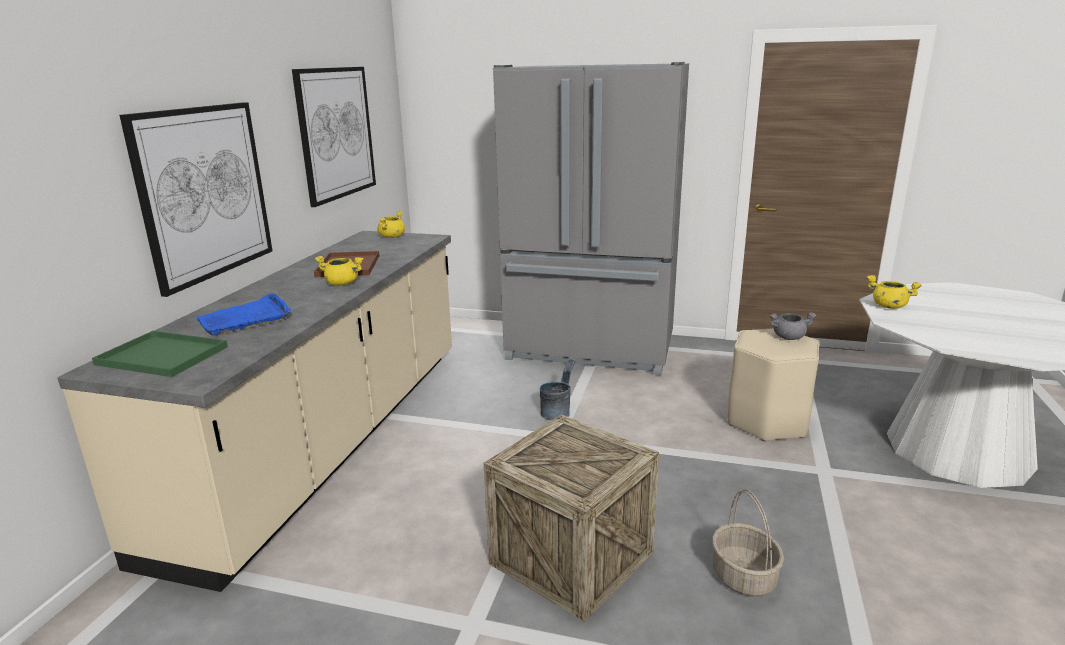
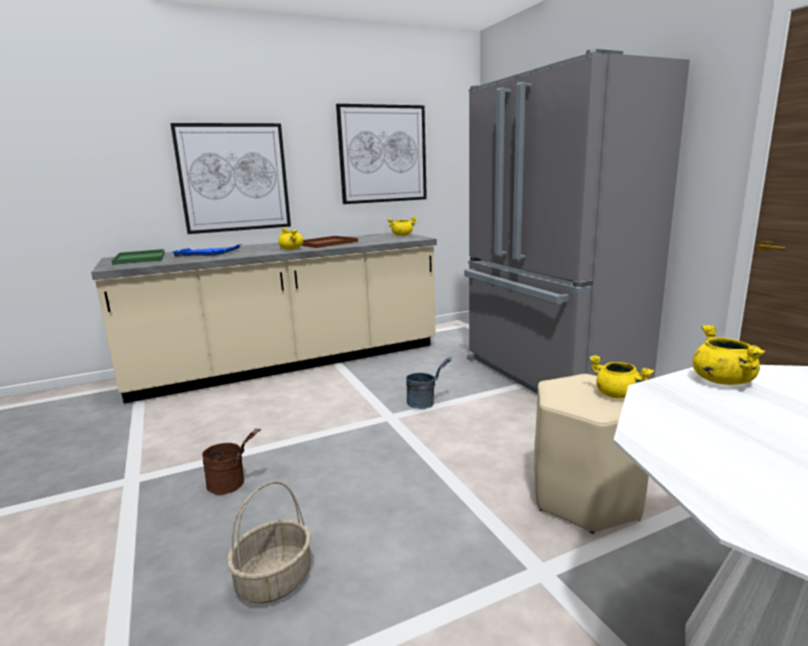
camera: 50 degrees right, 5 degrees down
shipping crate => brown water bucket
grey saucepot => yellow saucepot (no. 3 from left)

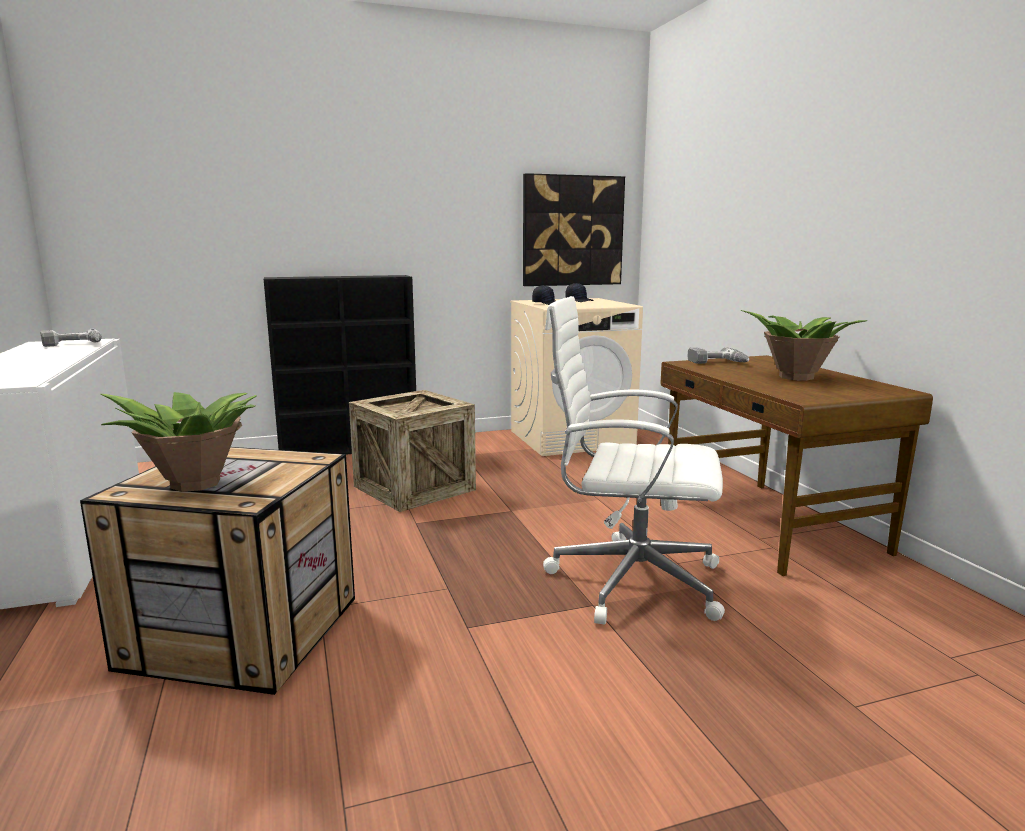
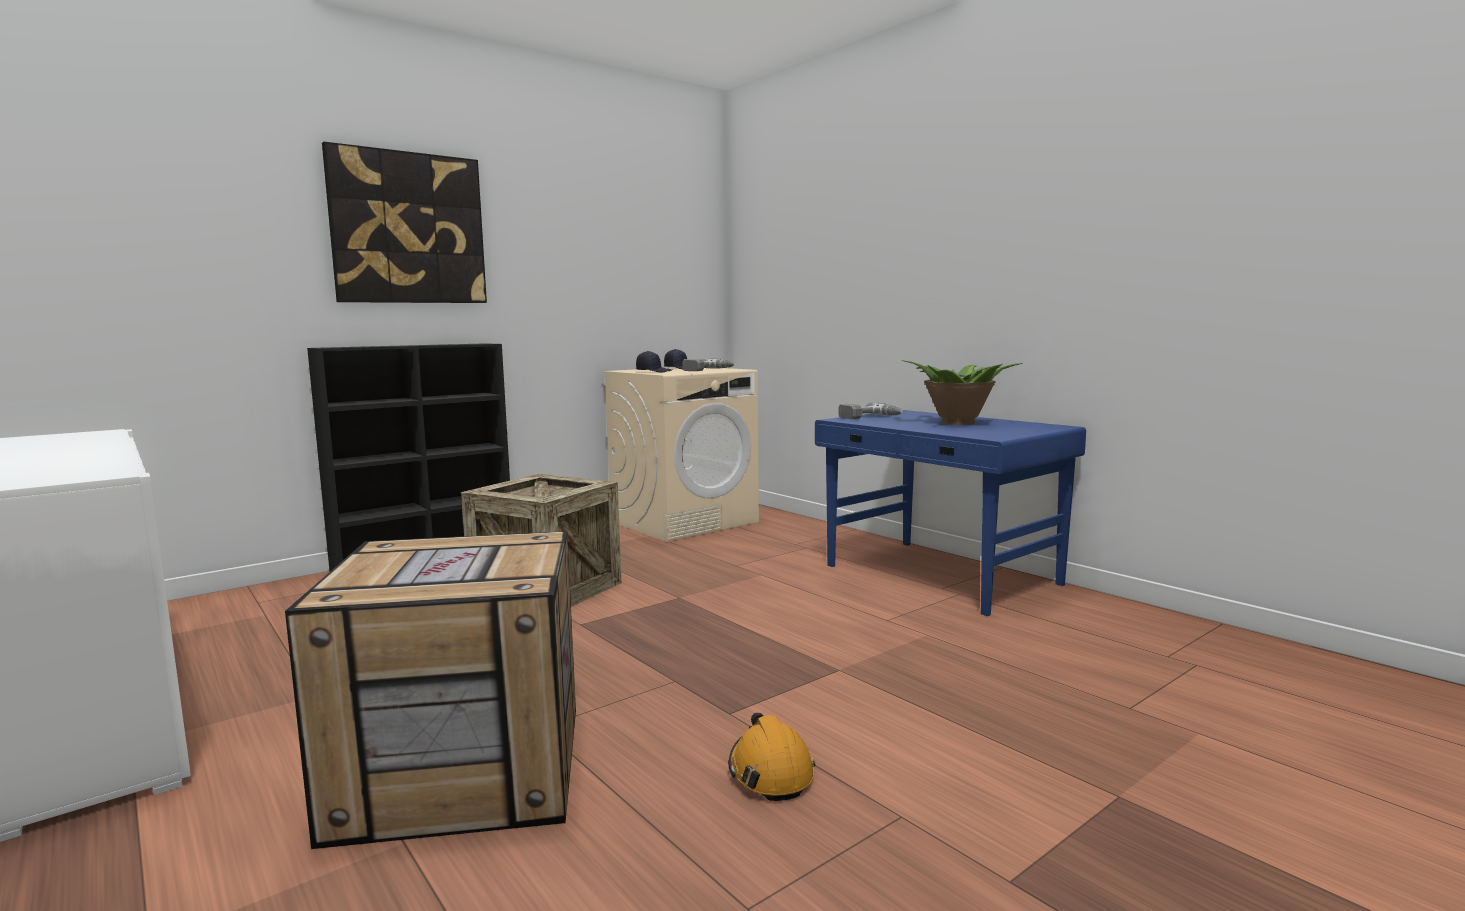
camera: 20 degrees left, 5 degrees down
electric drill (no. 1 from left), relocated
houseplant (no. 1 from left) => nothing
wall art, relocated
white-coloured office chair => nothing
brown desk unit => bluish desk unit
nothing => orange-coloured hard hat

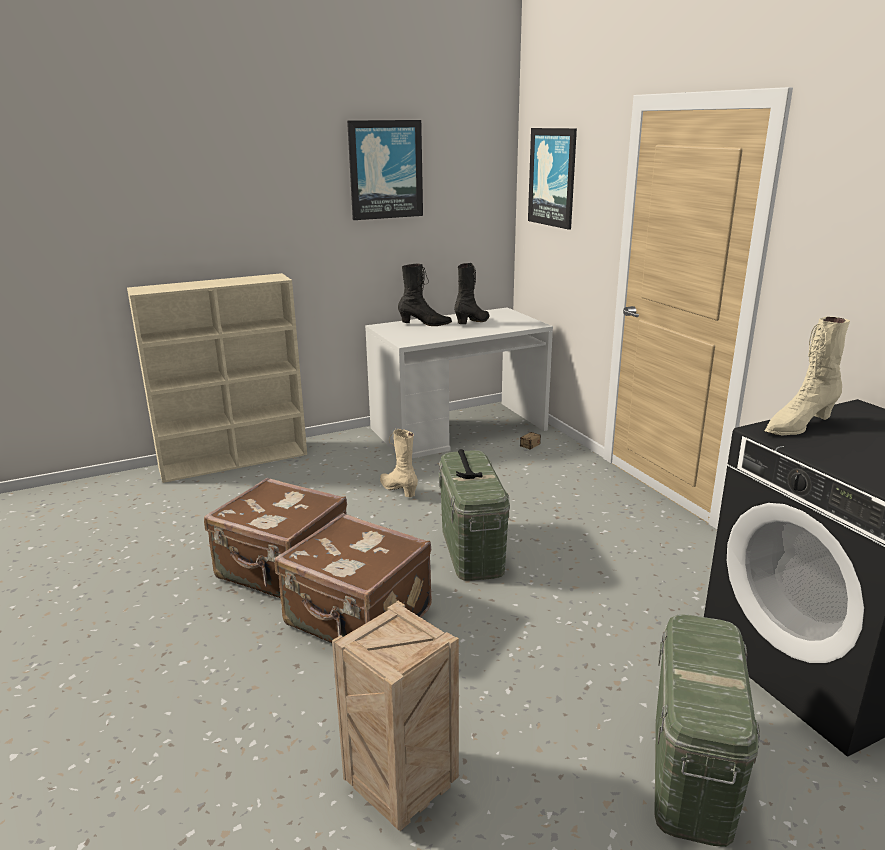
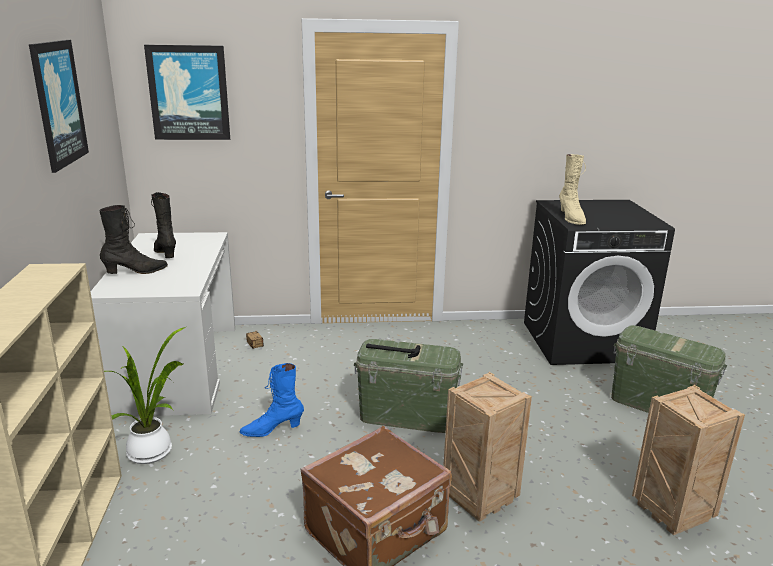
camera: 70 degrees left, 0 degrees up
brown piece of luggage (no. 2 from left) => shipping crate (no. 1 from left)
beige high-top boot (no. 1 from left) => bluish high-top boot
black high-top boot (no. 1 from left), 45 degrees clockwise
nothing => houseplant

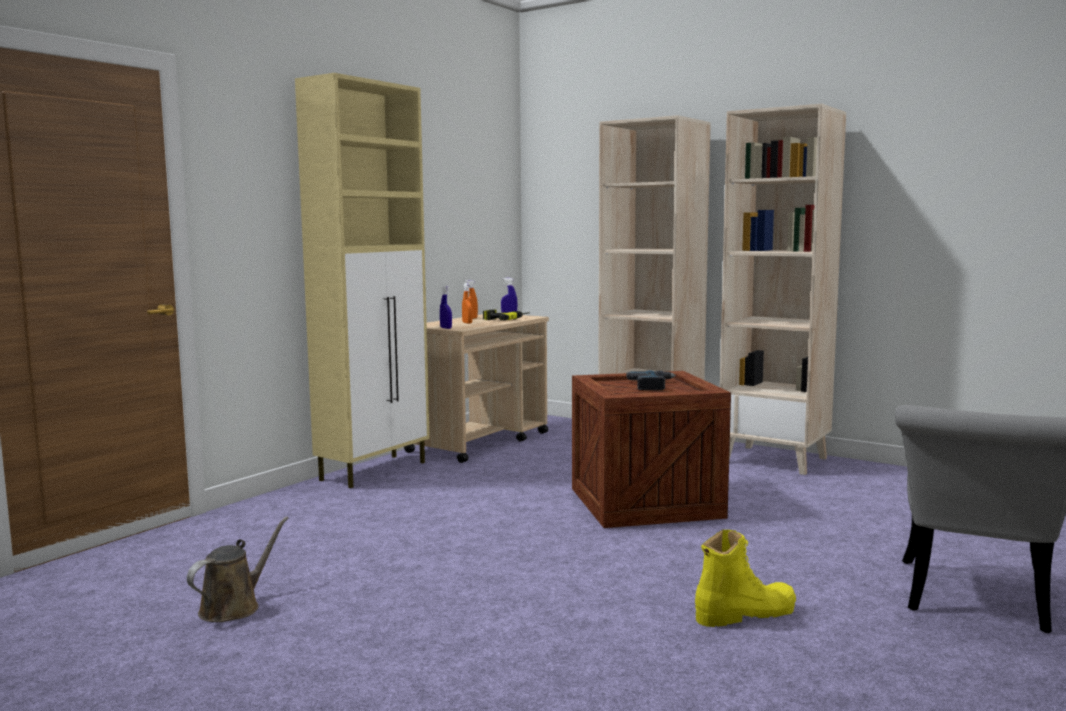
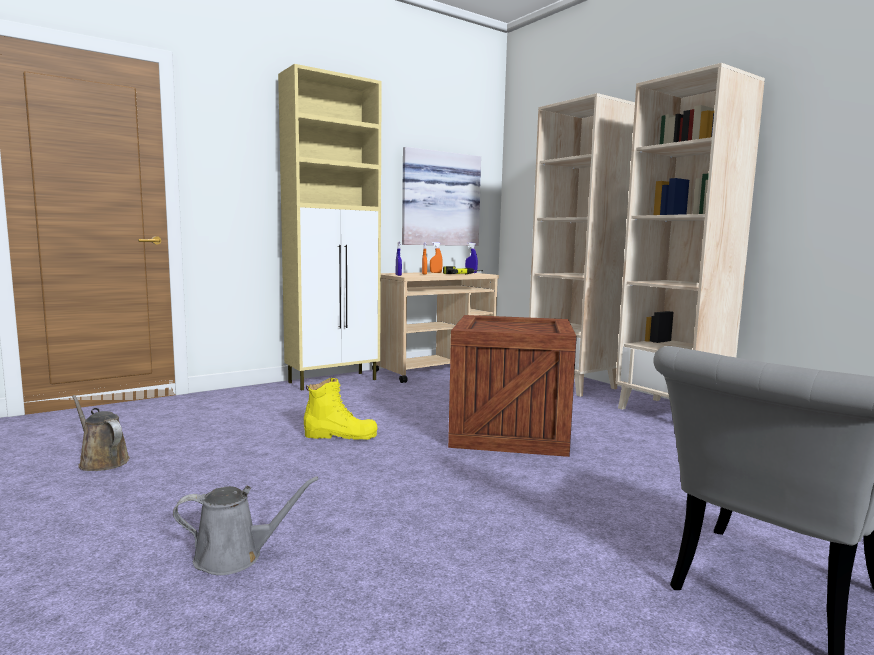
camera: 20 degrees right, 0 degrees up
brown watering pot, 105 degrees counterclockwise
electric drill (no. 2 from left) => nothing
yellow high-top boot, relocated
nothing => grey watering pot
nothing => wall art

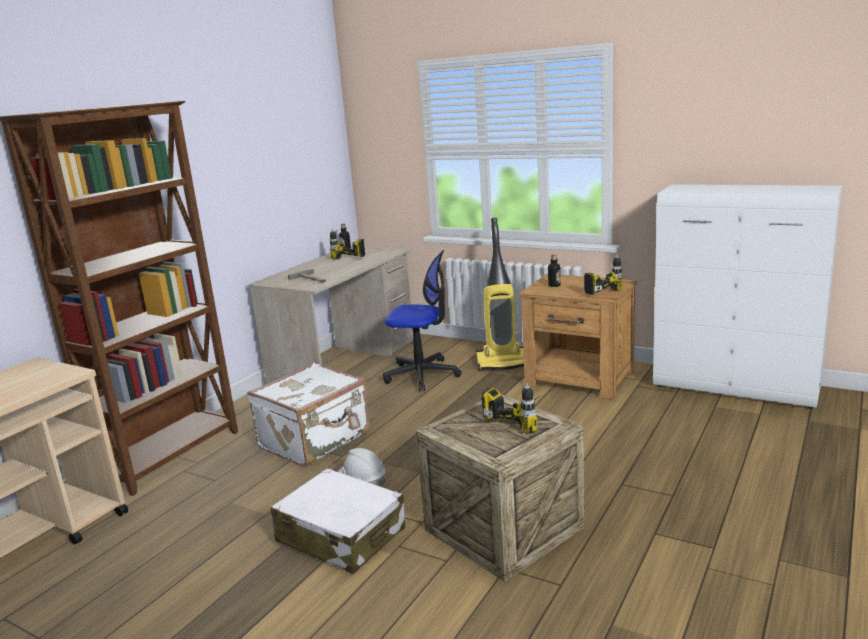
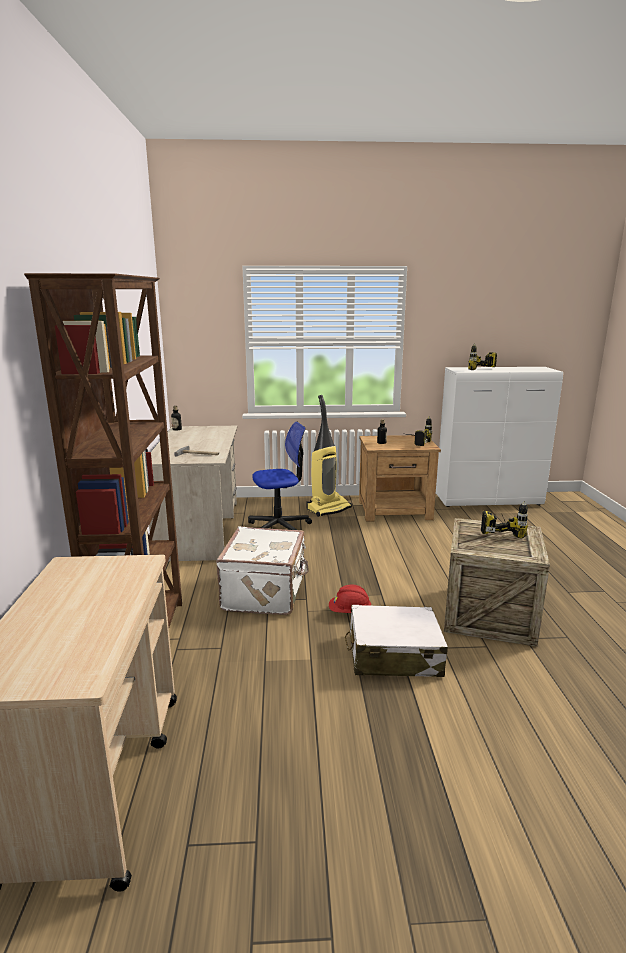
camera: 35 degrees left, 0 degrees up
electric drill (no. 1 from left in the first image) => electric drill (no. 2 from left), relocated
white-coloured hard hat => reddish hard hat

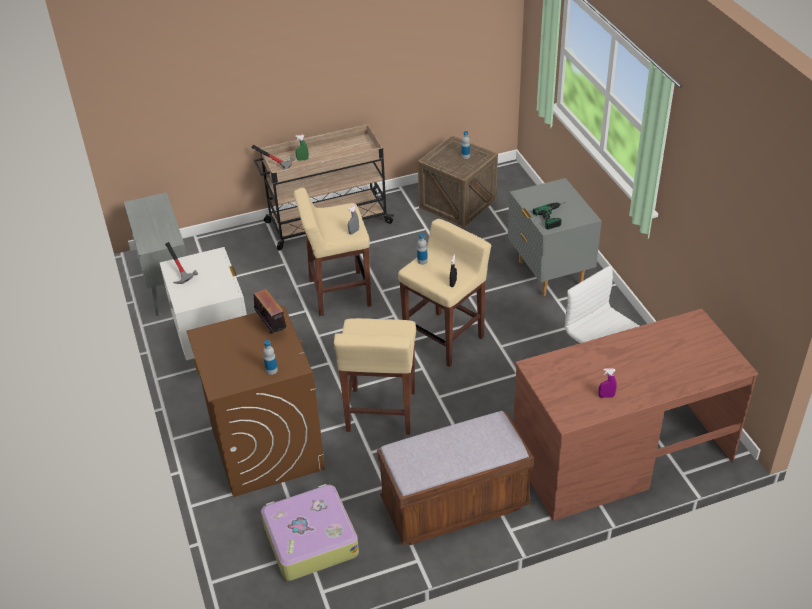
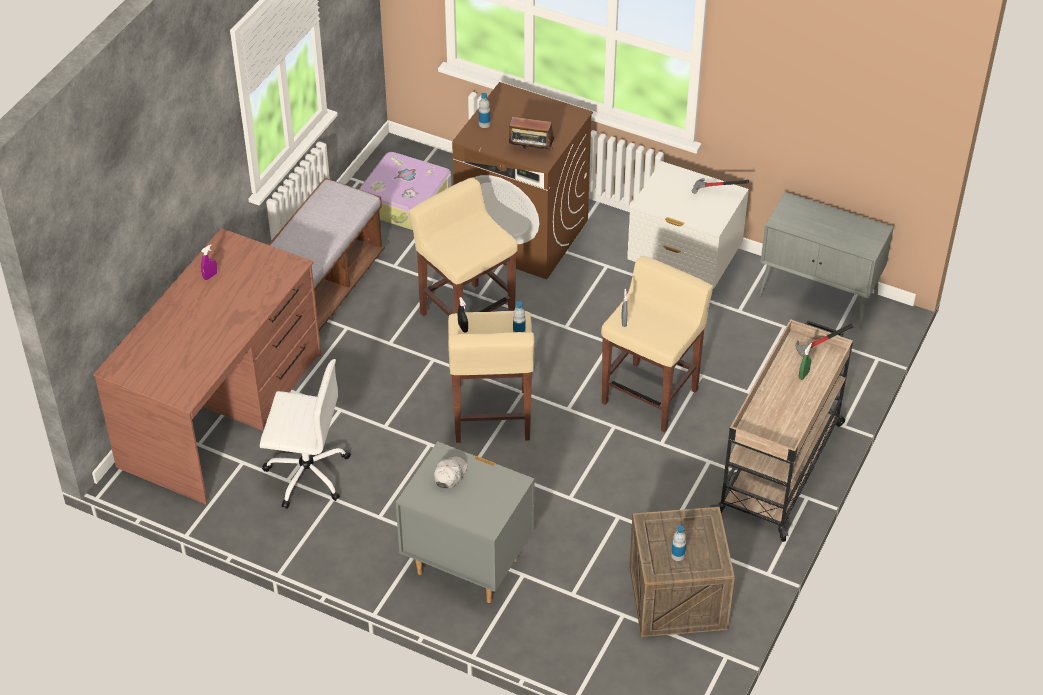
camera: 135 degrees right, 5 degrees up
electric drill => white-coloured peaked cap

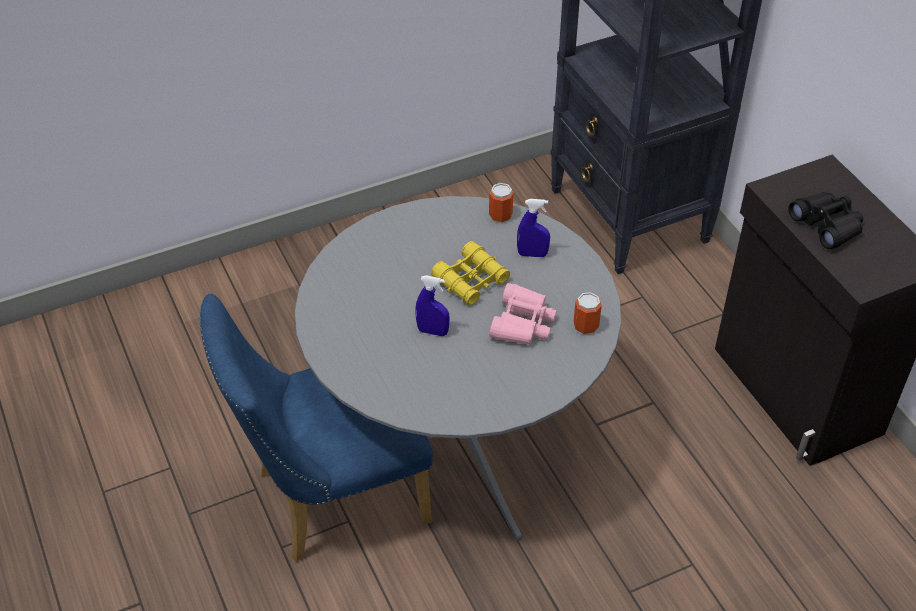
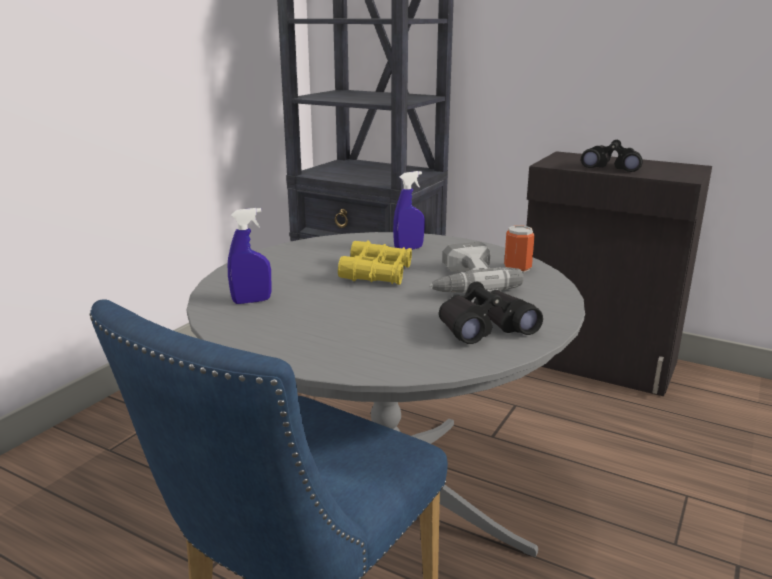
camera: 35 degrees left, 25 degrees down
bluish hand sprayer (no. 1 from left), relocated
metal can (no. 1 from left) => nothing
pink-coloured field glasses => electric drill
nothing => black field glasses (no. 1 from left)

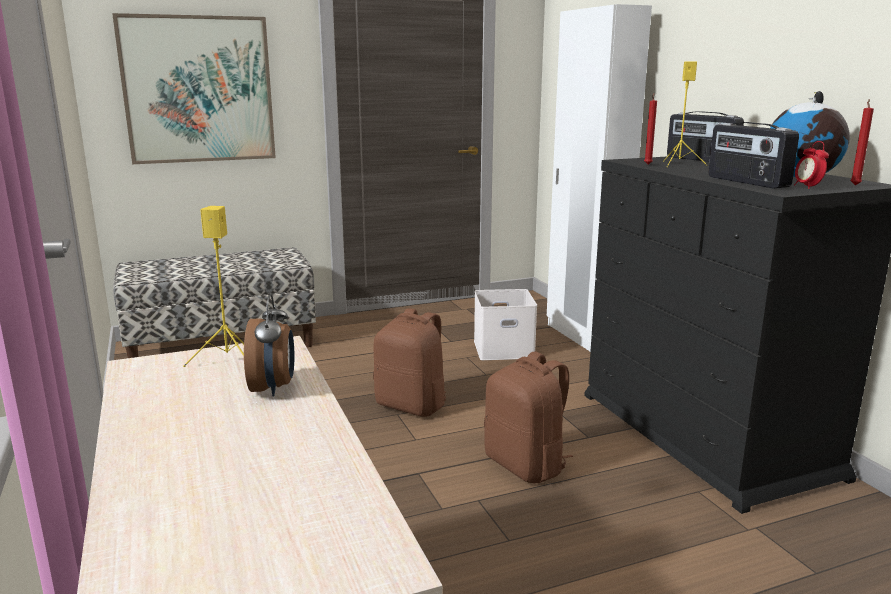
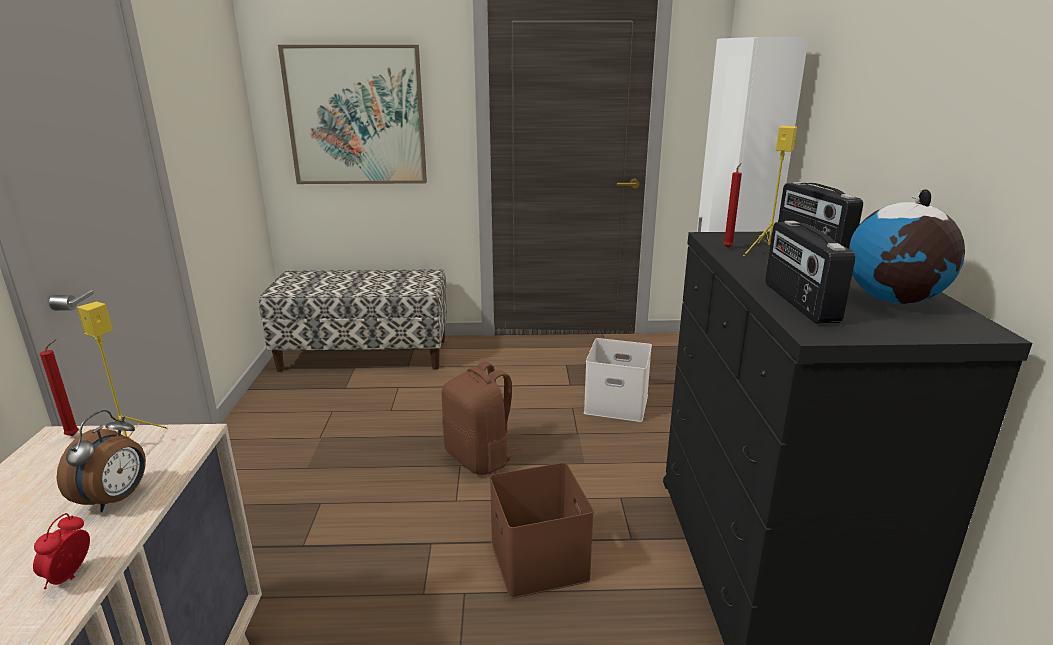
camera: 20 degrees right, 5 degrees up
brown knapsack (no. 2 from left) => brown storage box
alarm clock (no. 2 from left in the first image) => alarm clock (no. 1 from left), relocated
reddish wax light (no. 2 from left in the first image) => reddish wax light (no. 1 from left), relocated

